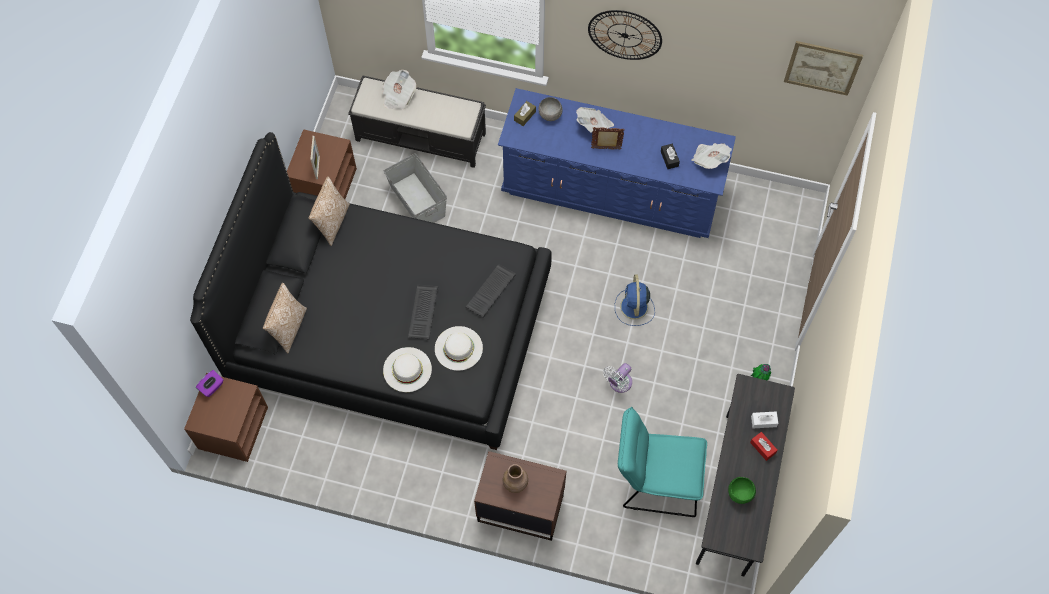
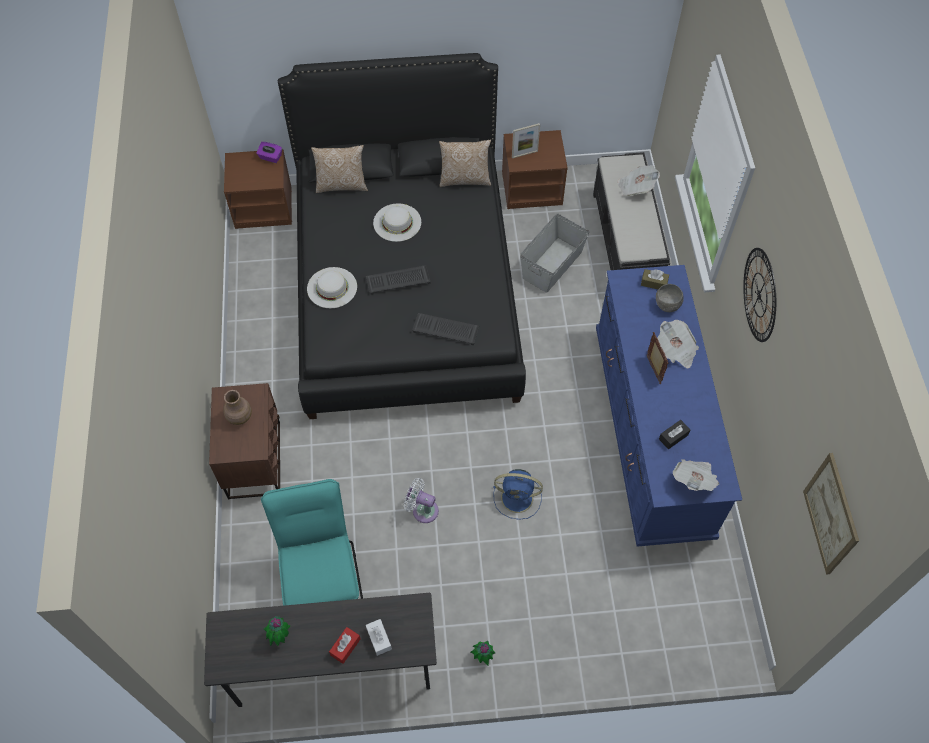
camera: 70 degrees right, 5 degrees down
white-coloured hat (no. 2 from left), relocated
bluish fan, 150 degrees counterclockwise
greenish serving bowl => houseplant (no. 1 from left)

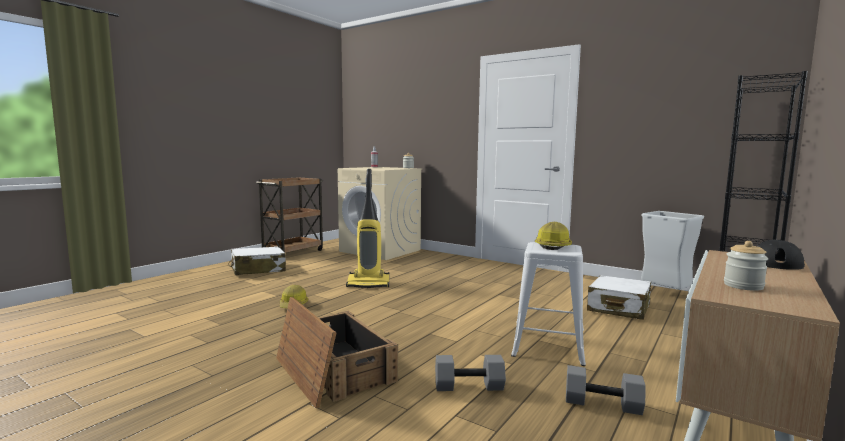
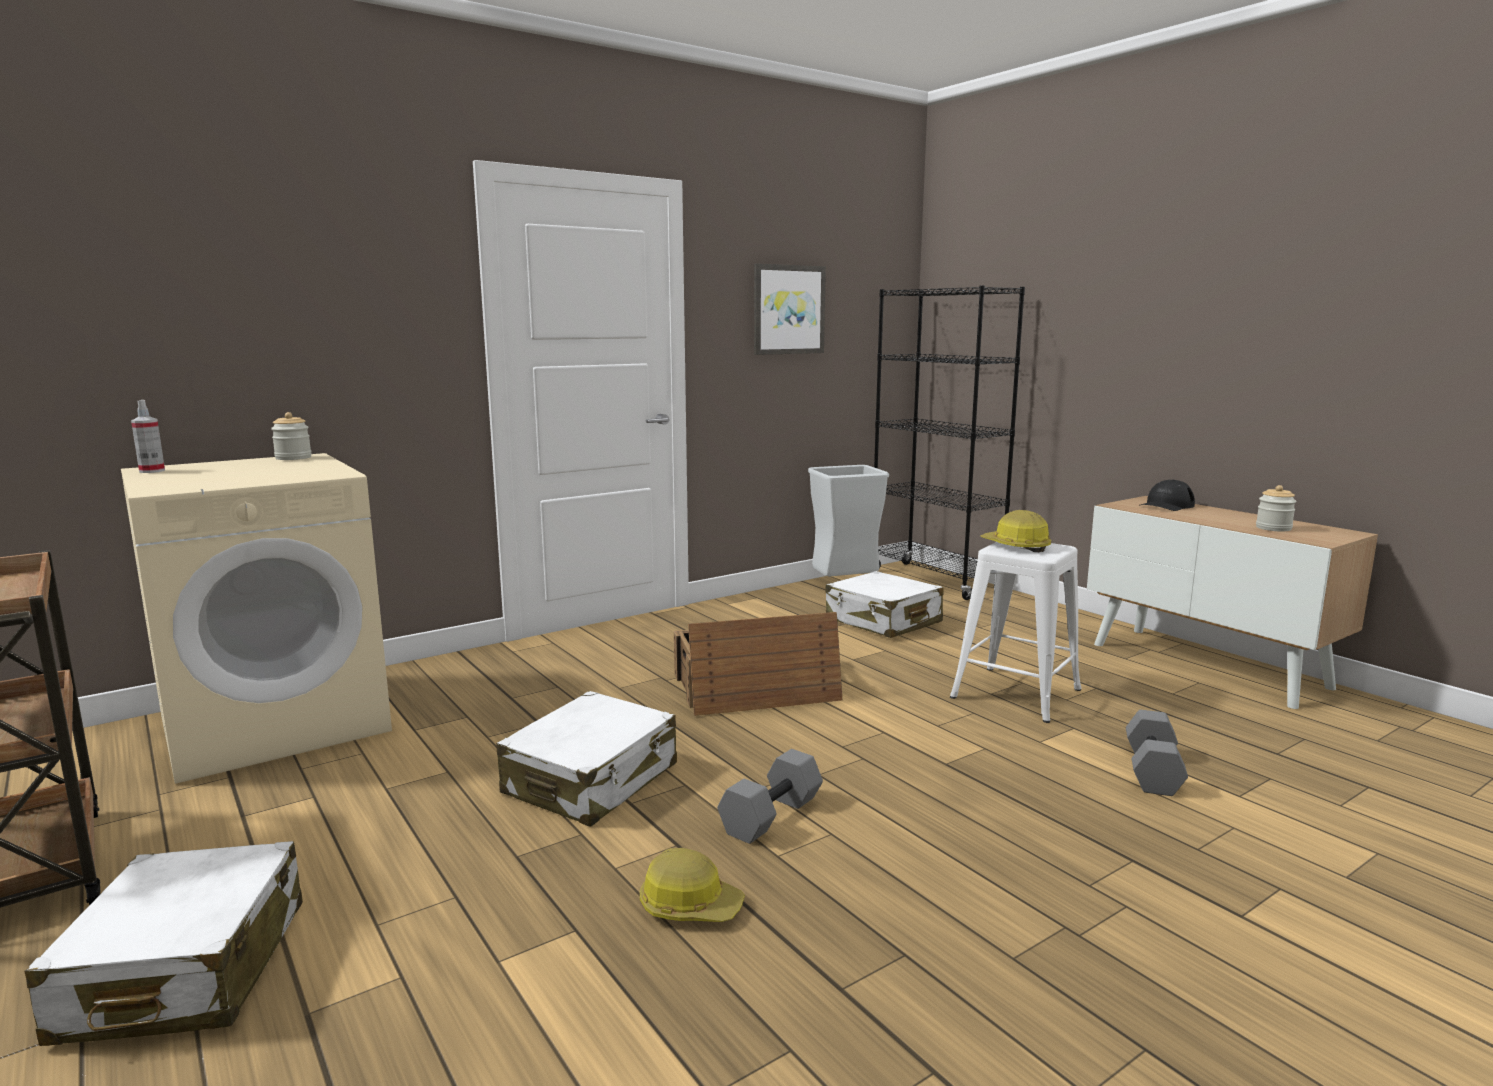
camera: 70 degrees left, 5 degrees up
shipping crate, relocated
vacuum => white-coloured piece of luggage (no. 2 from left)
grey free weight (no. 2 from left in the first image) => grey free weight (no. 1 from left), relocated
nothing => wall art

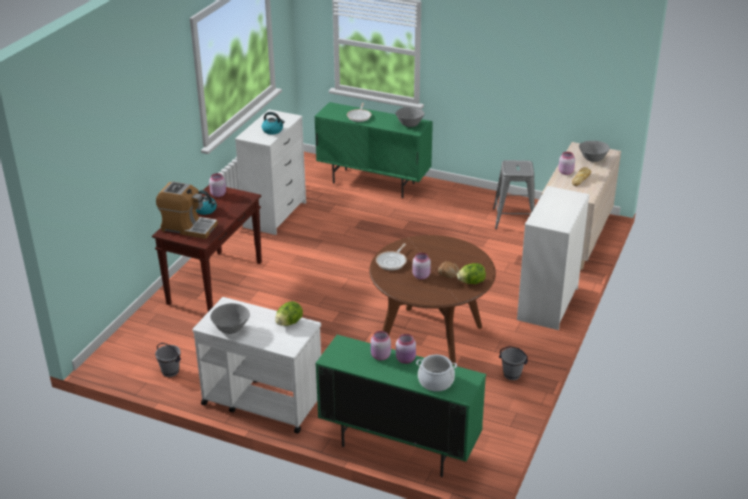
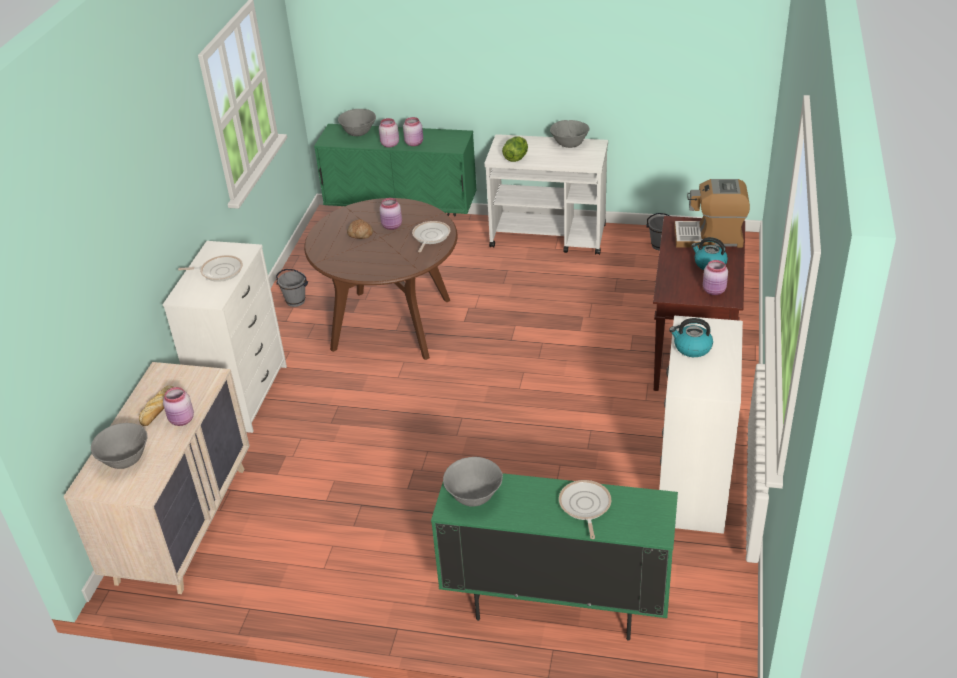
camera: 170 degrees right, 5 degrees up
saucepot => grey serving bowl (no. 2 from left)
head of lettuce (no. 2 from left) => nothing
grey sitting stool => nothing
nothing => pan (no. 1 from left)

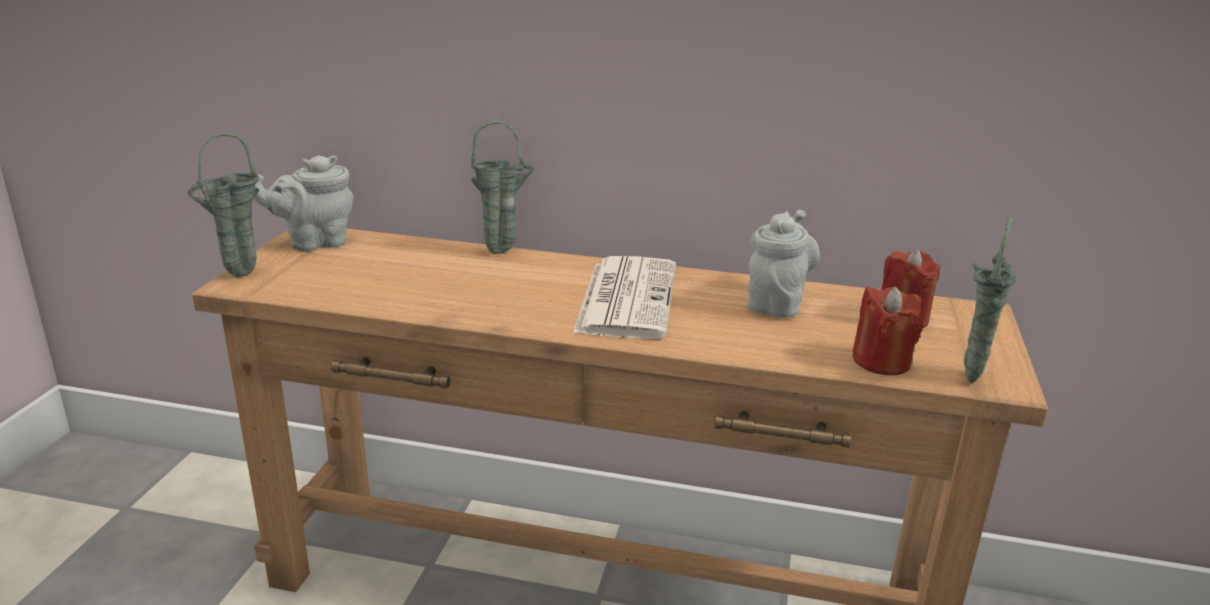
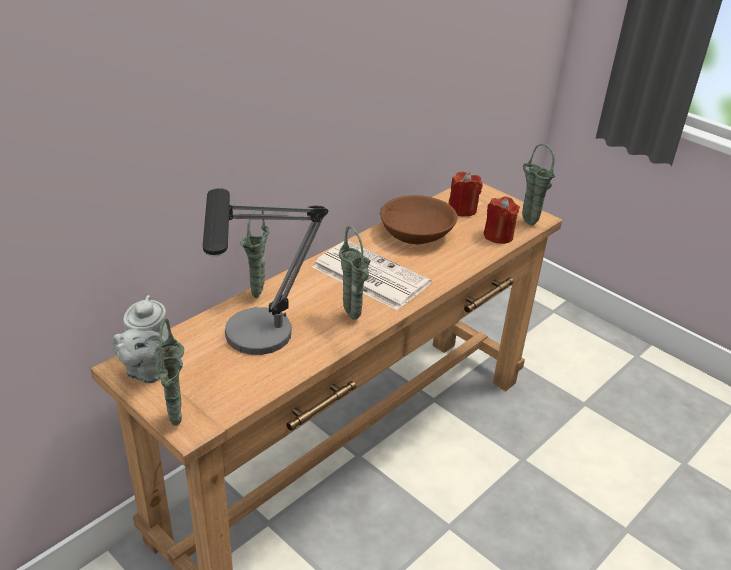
camera: 60 degrees left, 10 degrees up
grey teapot (no. 2 from left) => brown serving bowl
nothing => table lamp
nothing => greenish flower vase (no. 3 from left)

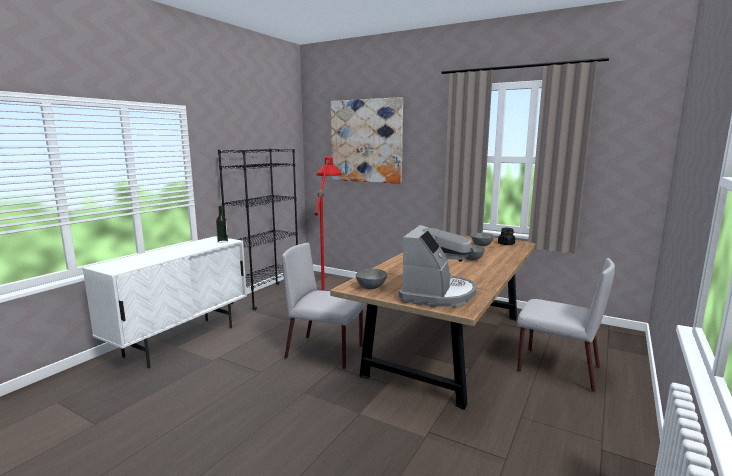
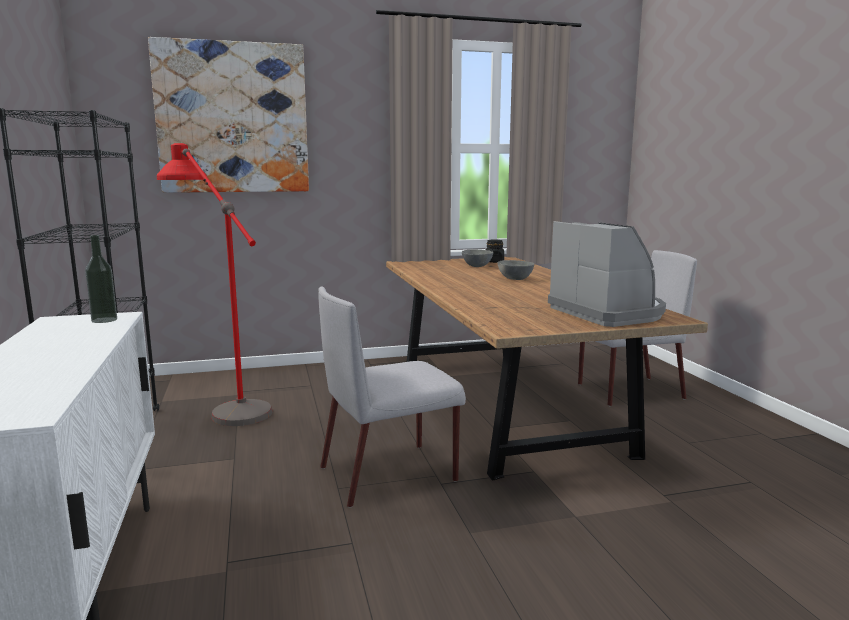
camera: 45 degrees left, 0 degrees up
grey serving bowl (no. 1 from left) => nothing

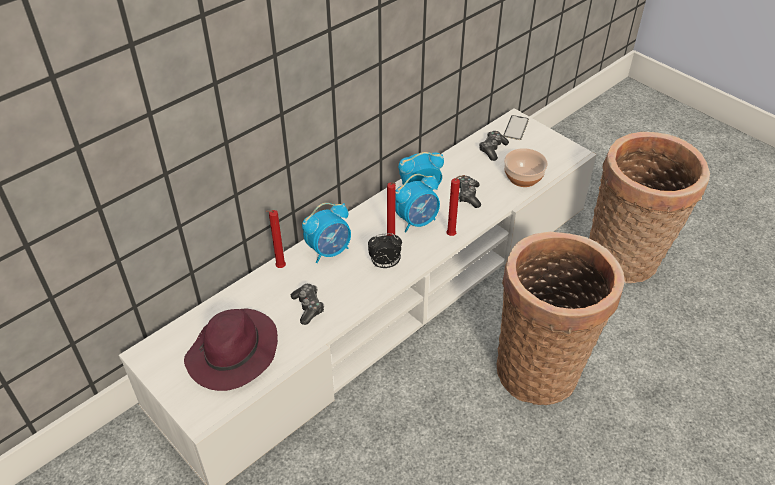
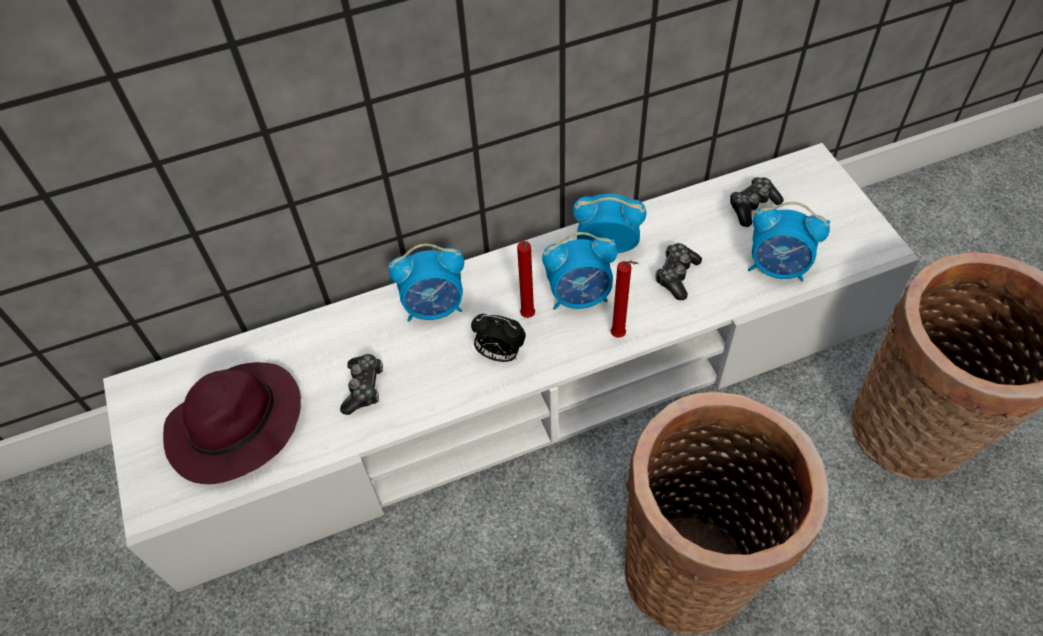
camera: 25 degrees right, 10 degrees up
reddish wax light (no. 1 from left) => nothing
telephone => nothing
serving bowl => alarm clock (no. 5 from left)

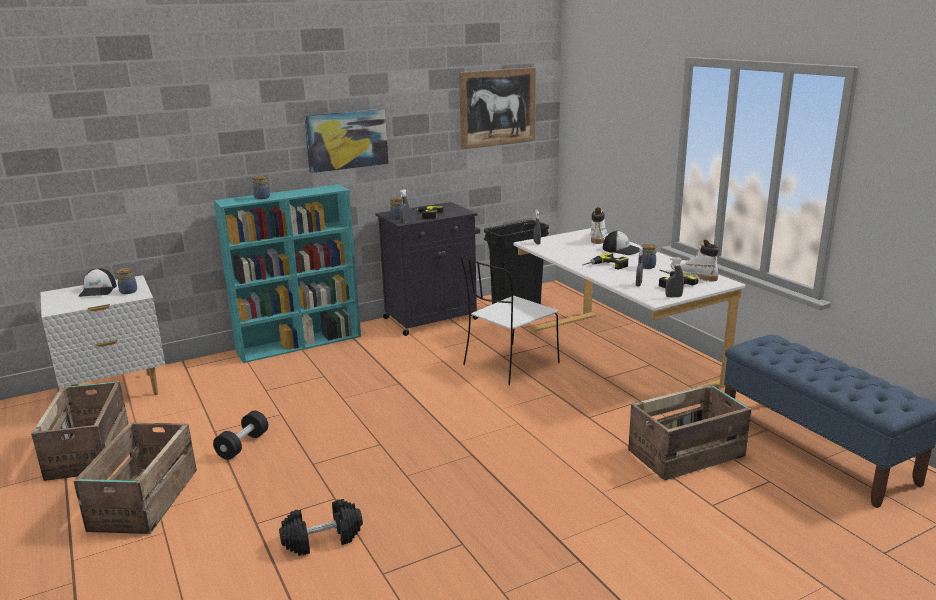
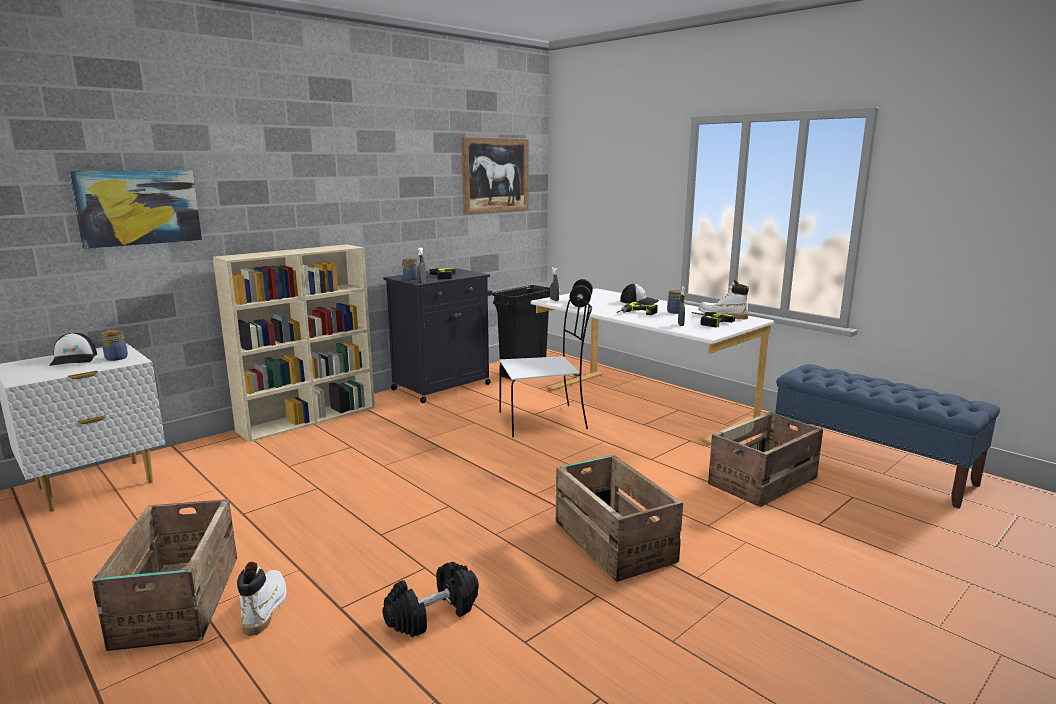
camera: 15 degrees left, 5 degrees down
shipping crate (no. 1 from left in the first image) => shipping crate (no. 2 from left), relocated
black free weight (no. 1 from left in the first image) => black free weight (no. 2 from left), relocated
blue-green bookcase => beige bookcase
preserve jar (no. 2 from left) => nothing
wall art (no. 1 from left), relocated
white-coloured plain chair, 135 degrees counterclockwise
white-coloured high-top boot (no. 1 from left), relocated
grey hand sprayer (no. 4 from left) => nothing

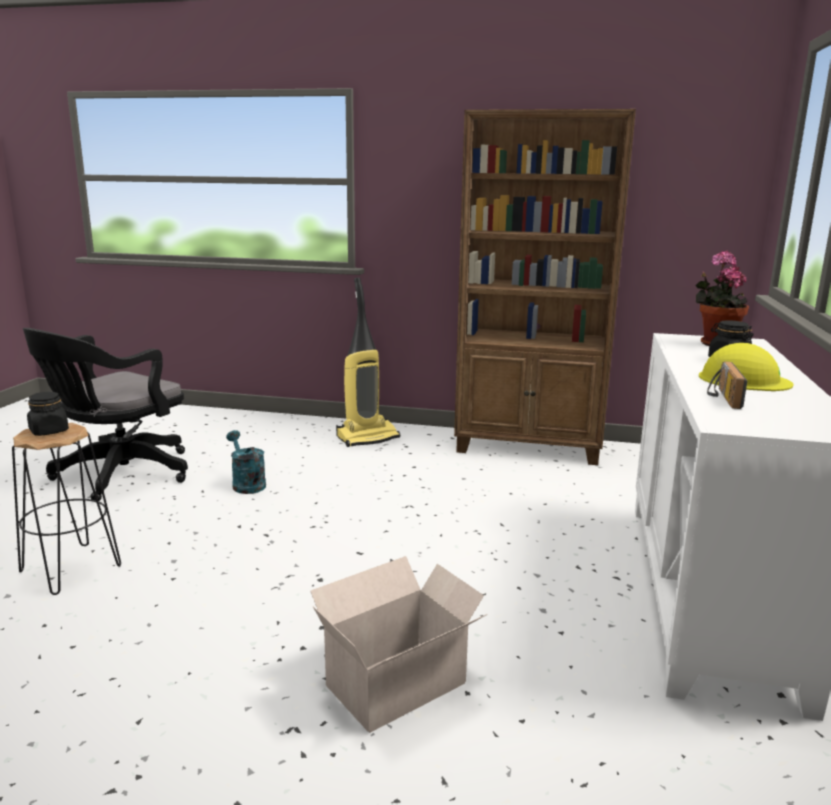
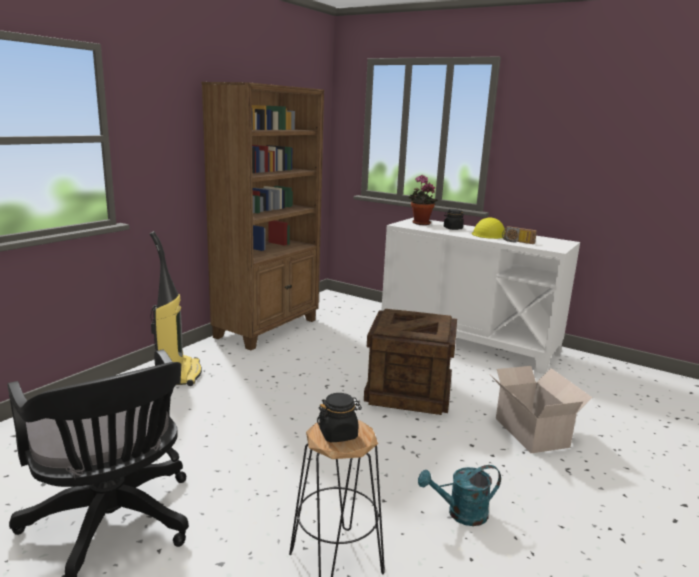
camera: 70 degrees left, 0 degrees up
blue-green watering pot, relocated
nothing => shipping crate

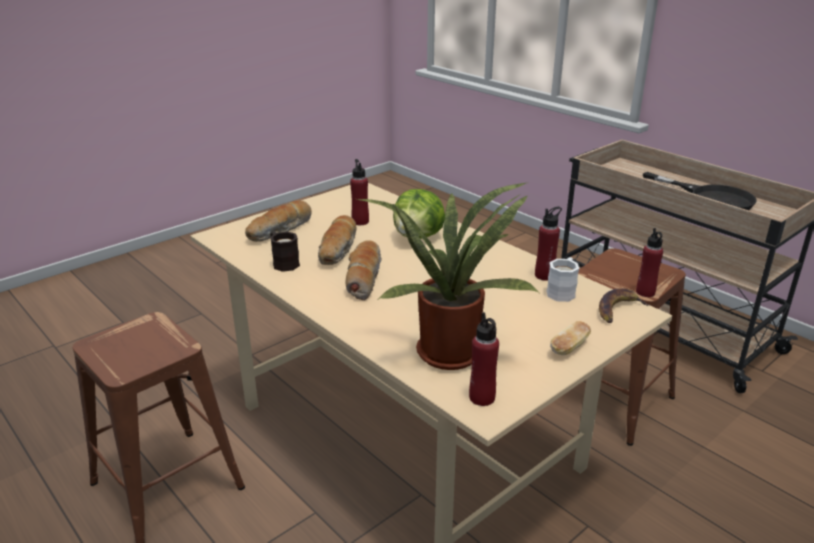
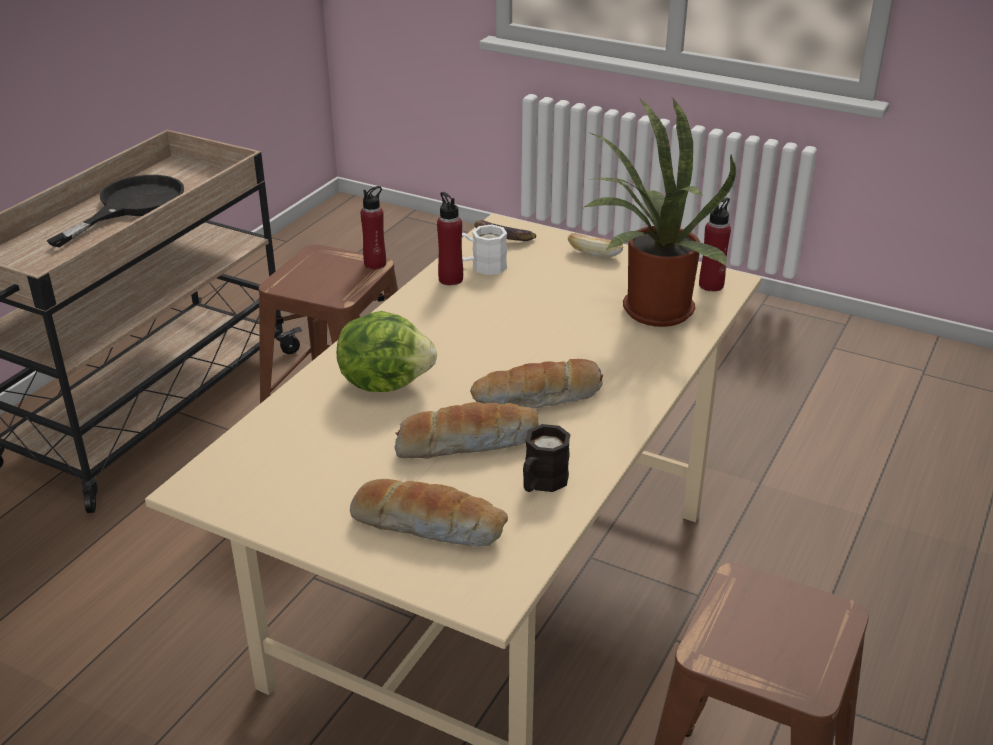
camera: 110 degrees left, 5 degrees up
reddish bottle (no. 1 from left) => nothing

